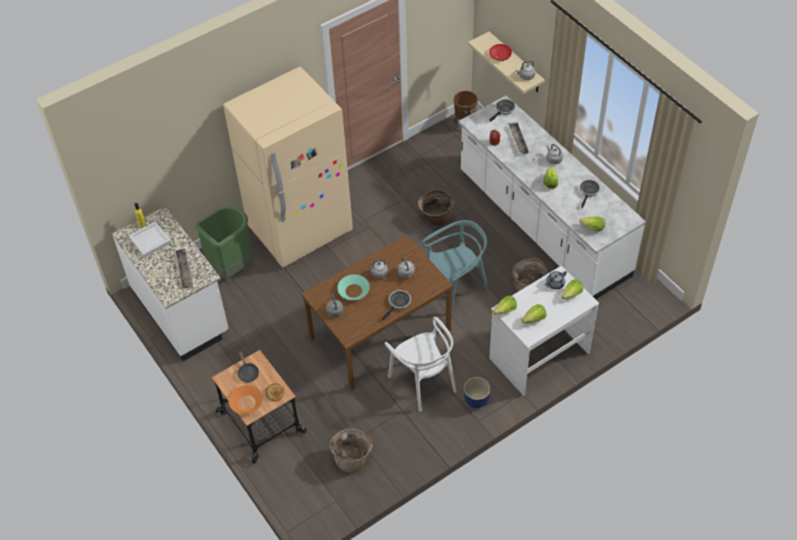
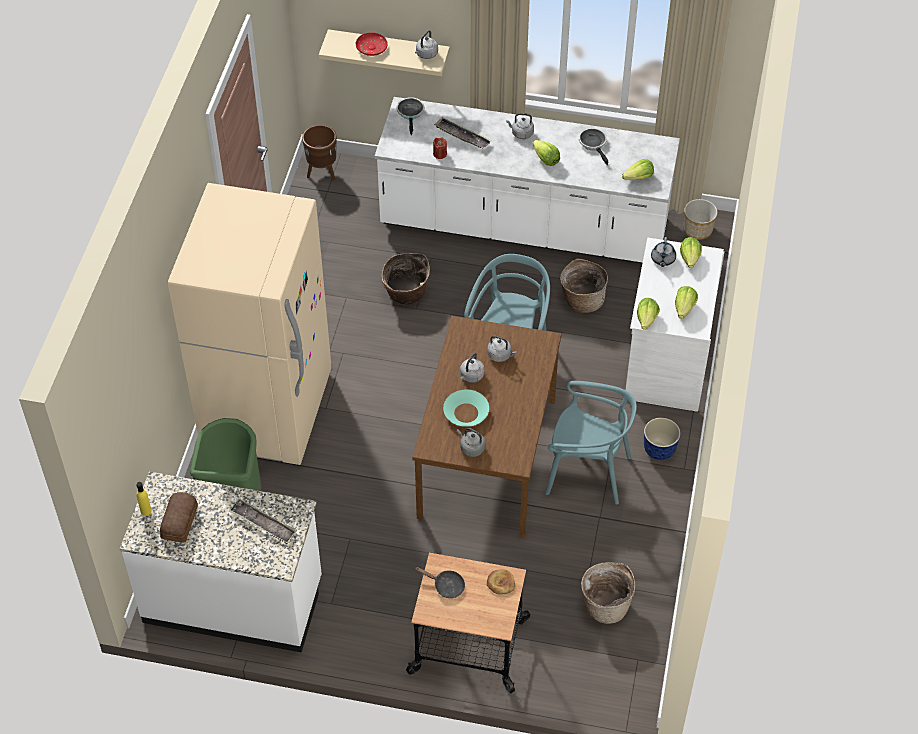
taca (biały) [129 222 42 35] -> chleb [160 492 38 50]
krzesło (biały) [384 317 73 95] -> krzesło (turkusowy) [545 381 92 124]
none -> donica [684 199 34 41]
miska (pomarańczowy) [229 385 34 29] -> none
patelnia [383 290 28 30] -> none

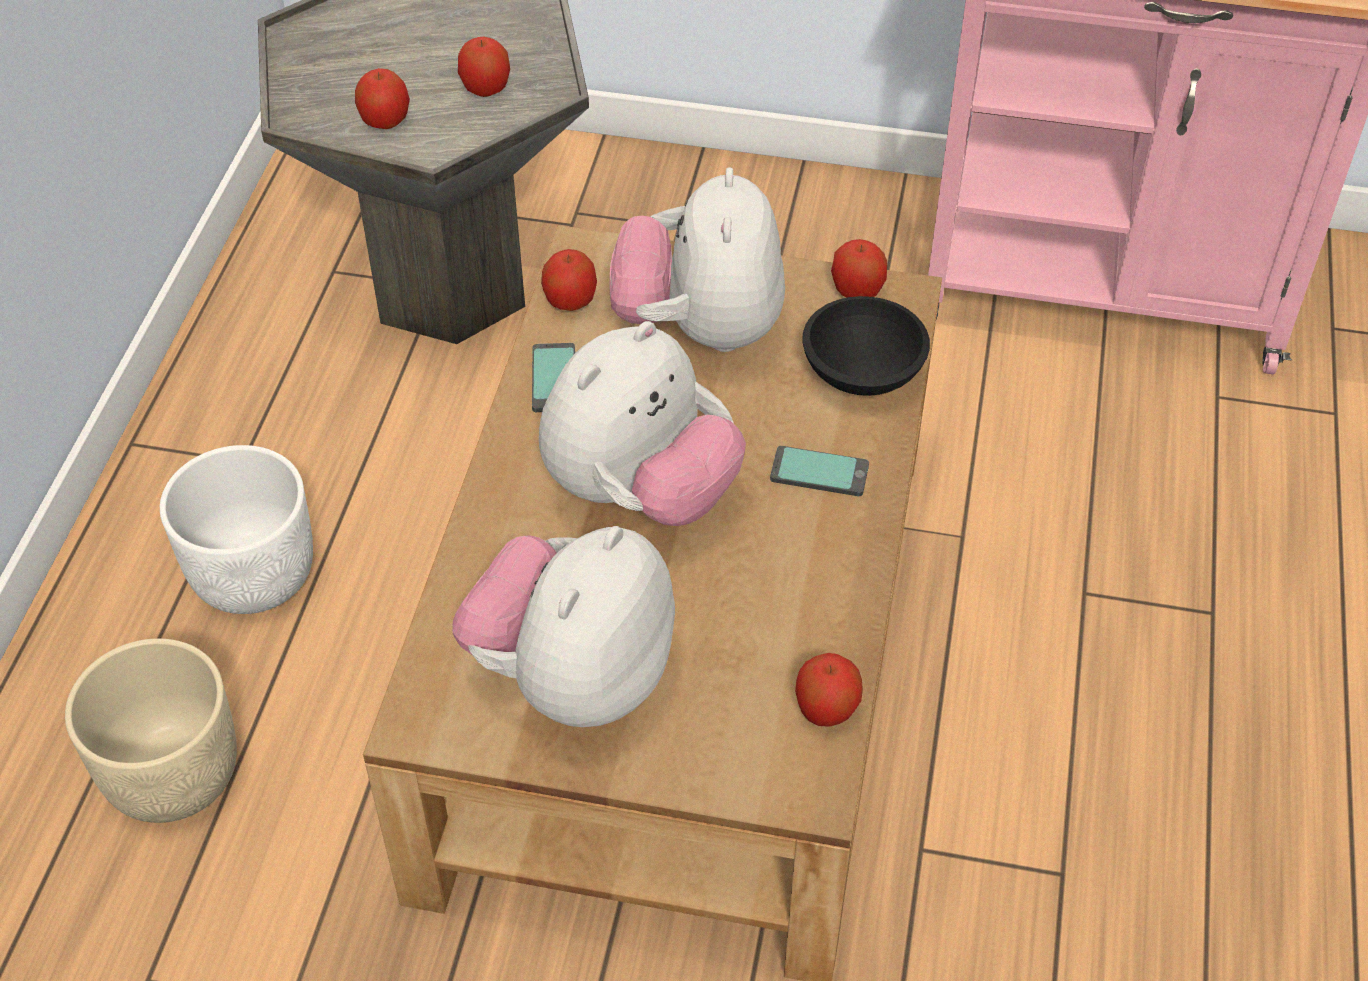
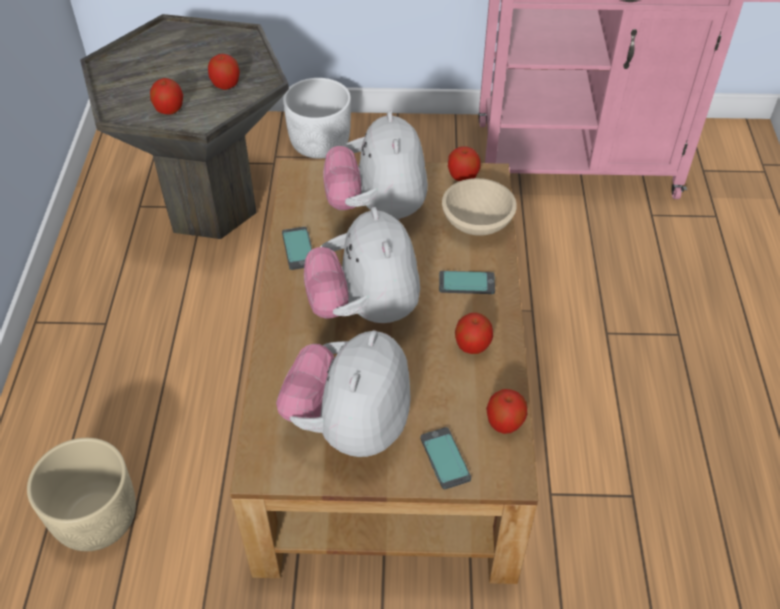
donica (biały) [160 445 153 169] -> donica (biały) [283 78 68 81], moved
pluszak [539 321 207 205] -> pluszak [304 207 116 116], 135 degrees clockwise
none -> telefon [420 427 51 62]
miska (czarny) [802 296 128 100] -> miska (beżowy) [442 178 75 58]
jabłko [541 249 56 62] -> jabłko [455 313 38 41], moved

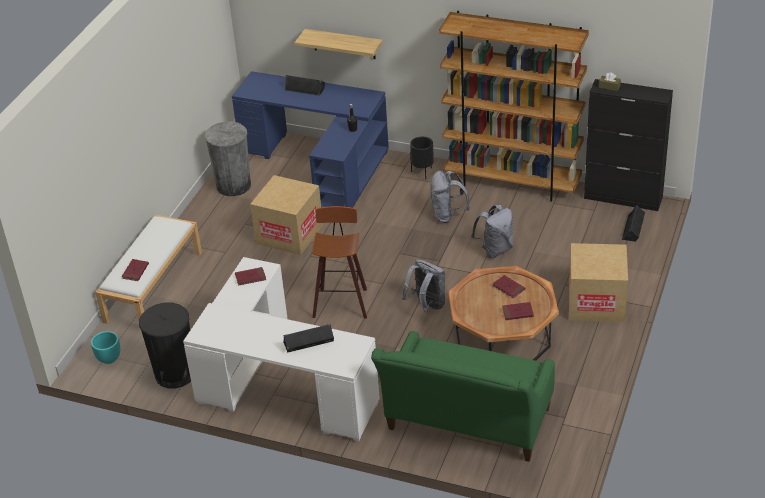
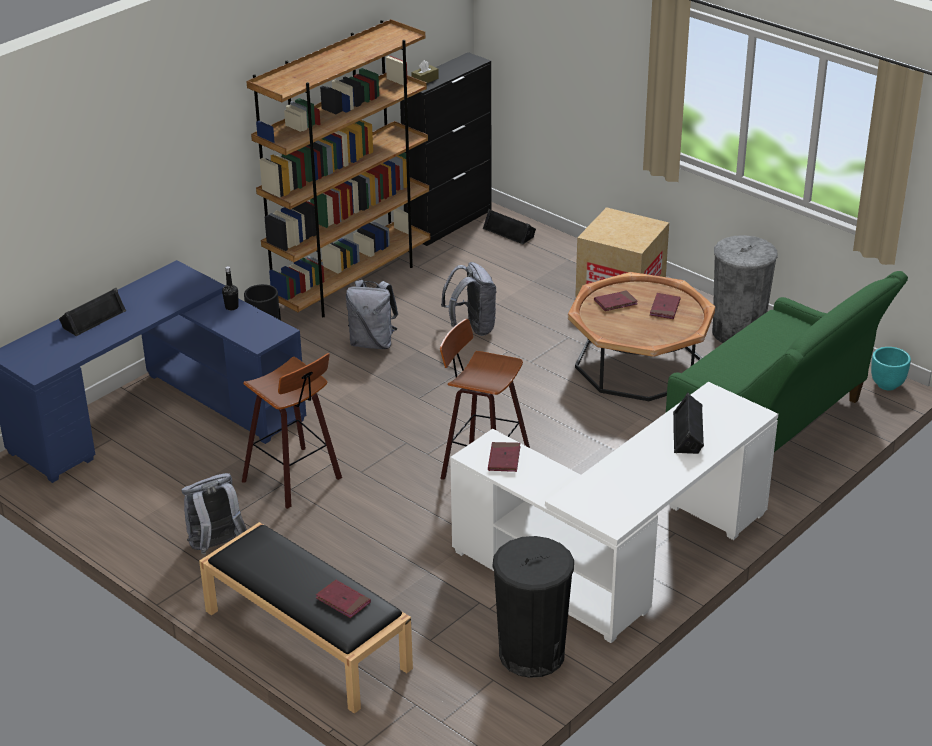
plecak (szary) [402 260 43 52] -> plecak (szary) [182 473 65 82], moved
ławka (biały) [95 214 107 116] -> ławka (czarny) [199 522 214 192]
karton [250 175 73 80] -> stołek [242 353 100 156]
kosz na śmieci (szary) [205 122 46 74] -> kosz na śmieci (szary) [712 235 66 108], moved
donica (turkusowy) [91 331 29 33] -> donica (turkusowy) [871 347 40 43], moved
półka [295 29 88 30] -> none

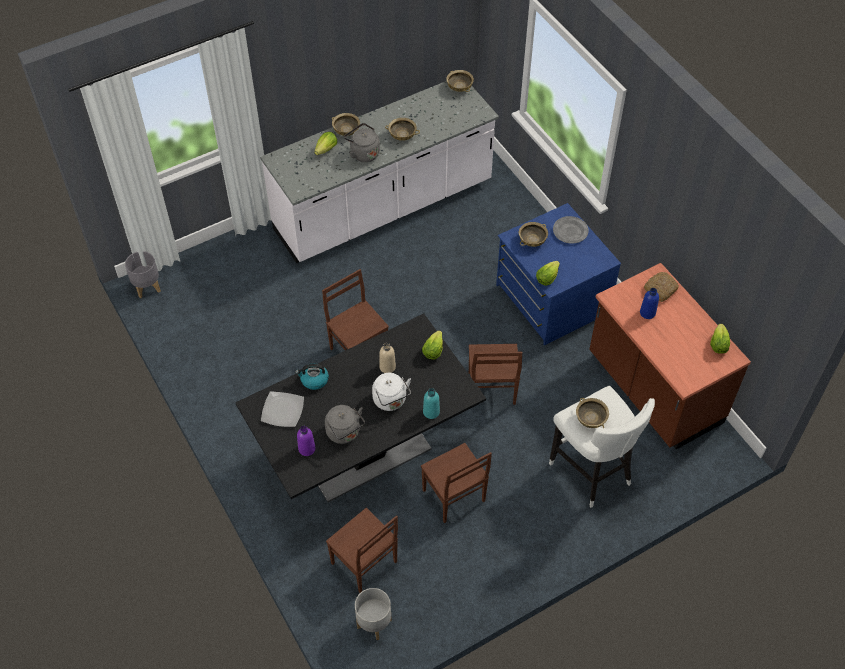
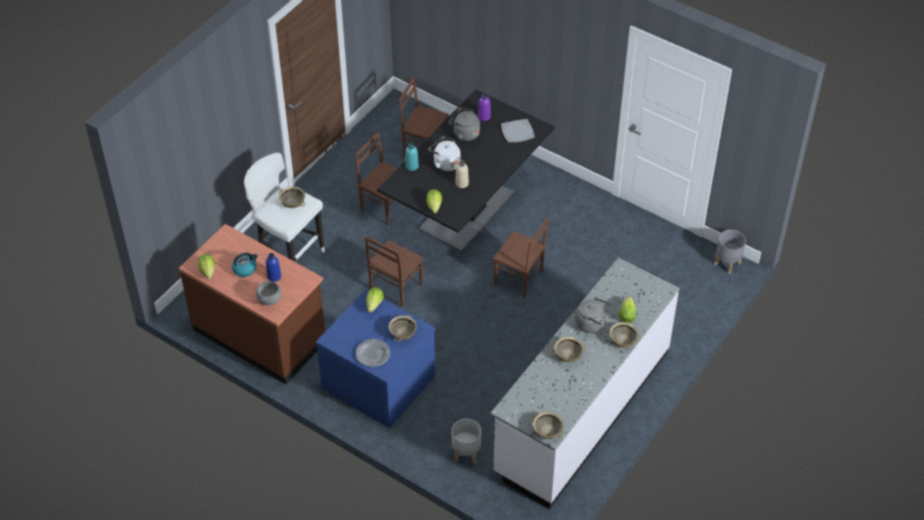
czajnik [295 364 34 26] -> czajnik [232 252 26 25], moved
chleb [644 272 35 30] -> miska (szary) [256 281 25 25]
krzesło (brązowy) [469 344 53 61] -> krzesło (brązowy) [365 236 58 71], 120 degrees counterclockwise
donica (szary) [355 588 37 52] -> donica (szary) [452 419 29 45], moved

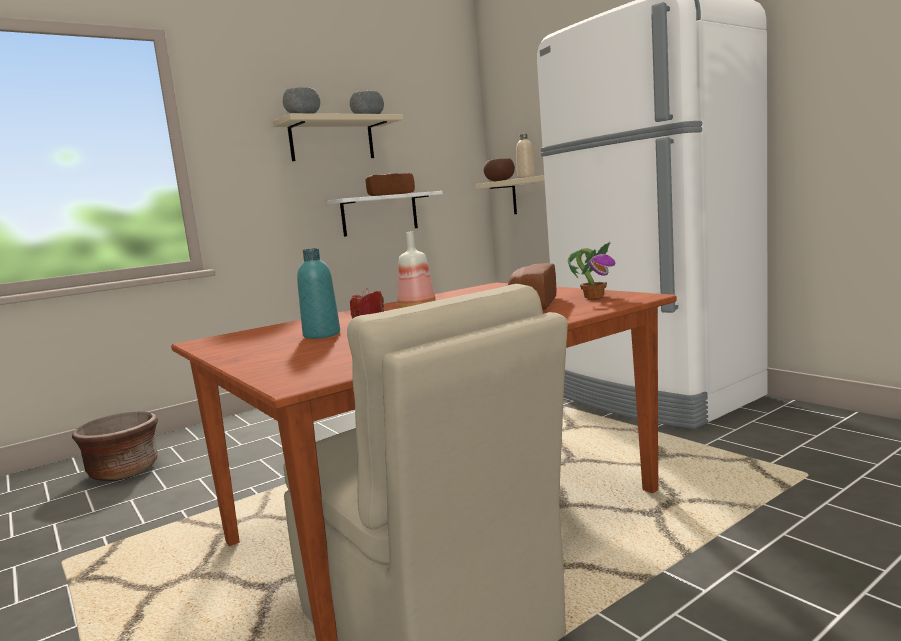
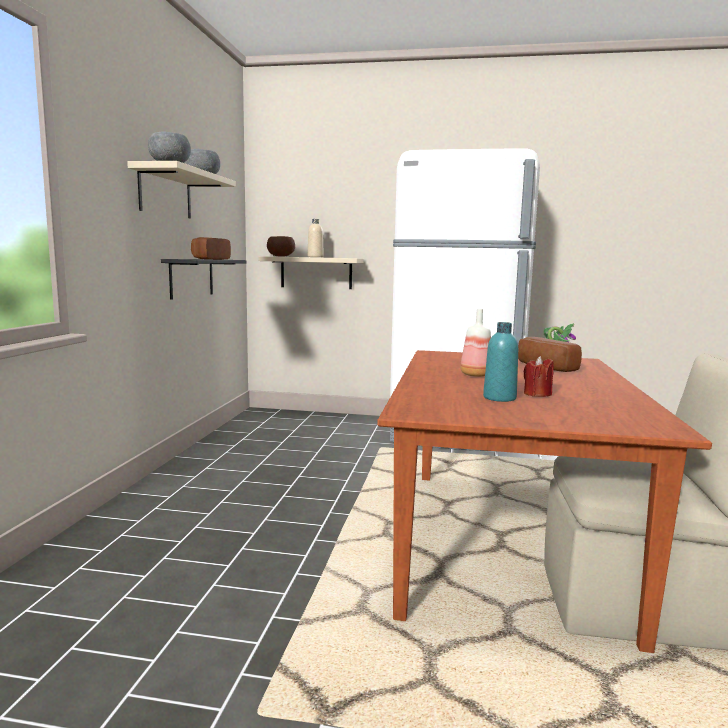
półka (biały) [327 191 116 46] -> półka (czarny) [161 259 85 41]
donica (brązowy) [72 412 86 69] -> none

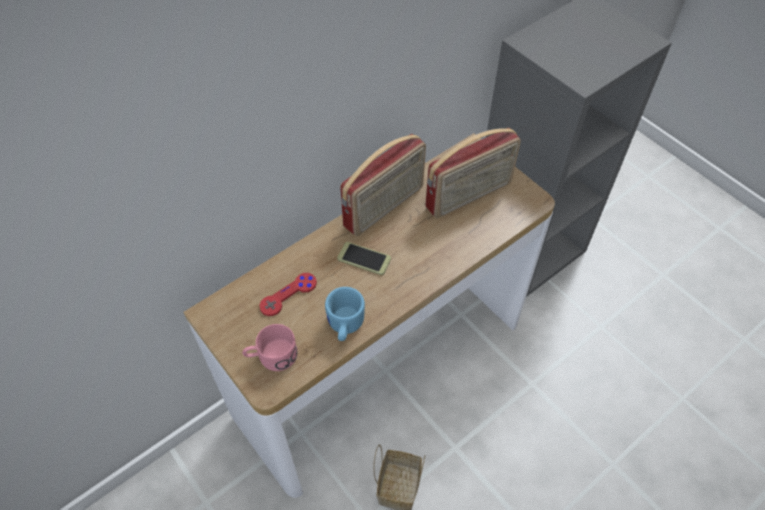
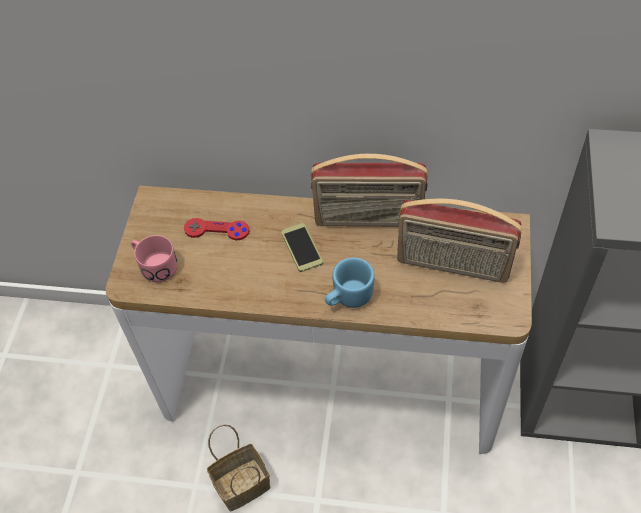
kubek (niebieski) [325 287 40 54] -> kubek (niebieski) [325 257 50 51], moved

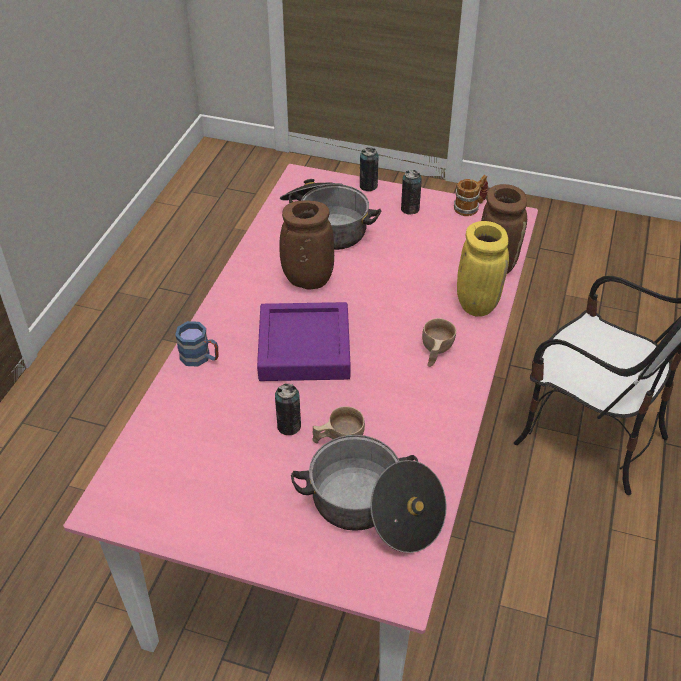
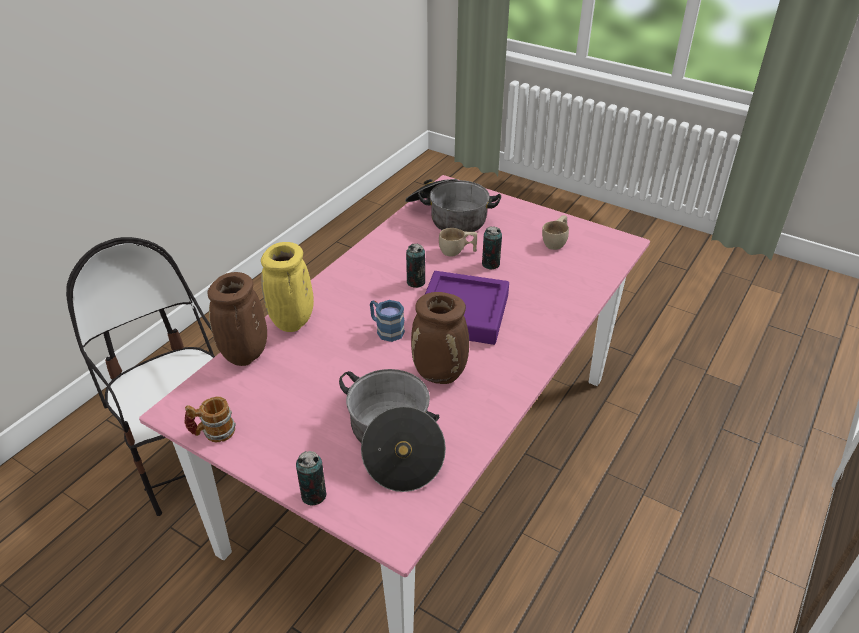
kubek (niebieski) [175 321 44 46] -> kubek (niebieski) [370 300 35 42], moved
puszka [401 170 21 45] -> puszka [406 244 19 44], moved
filiżanka (beżowy) [422 318 34 49] -> filiżanka (beżowy) [542 215 27 35], moved

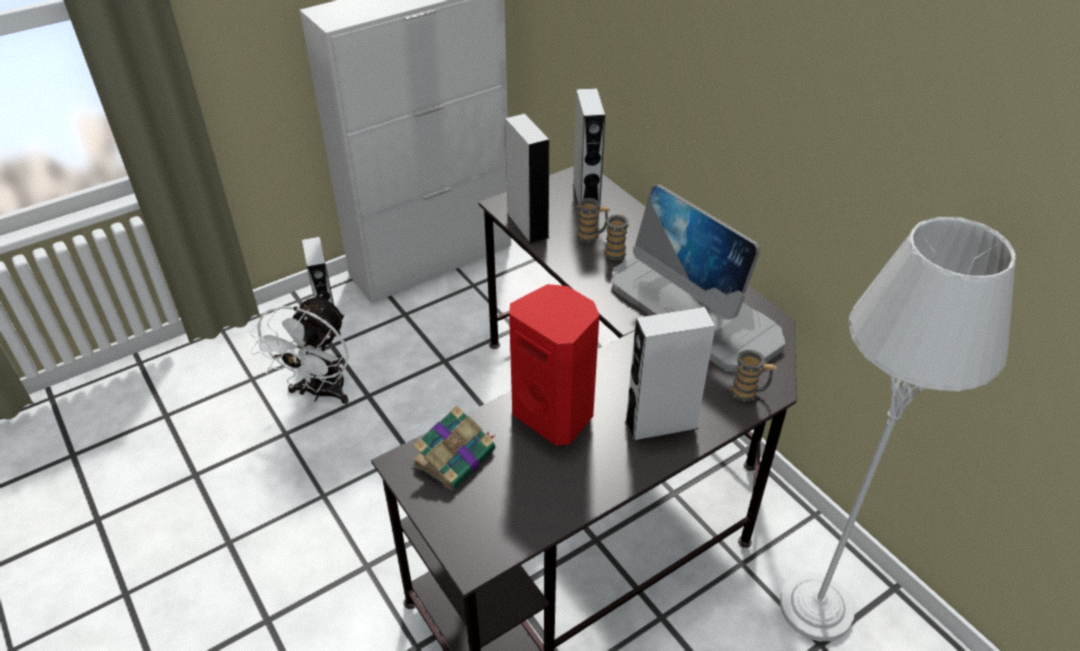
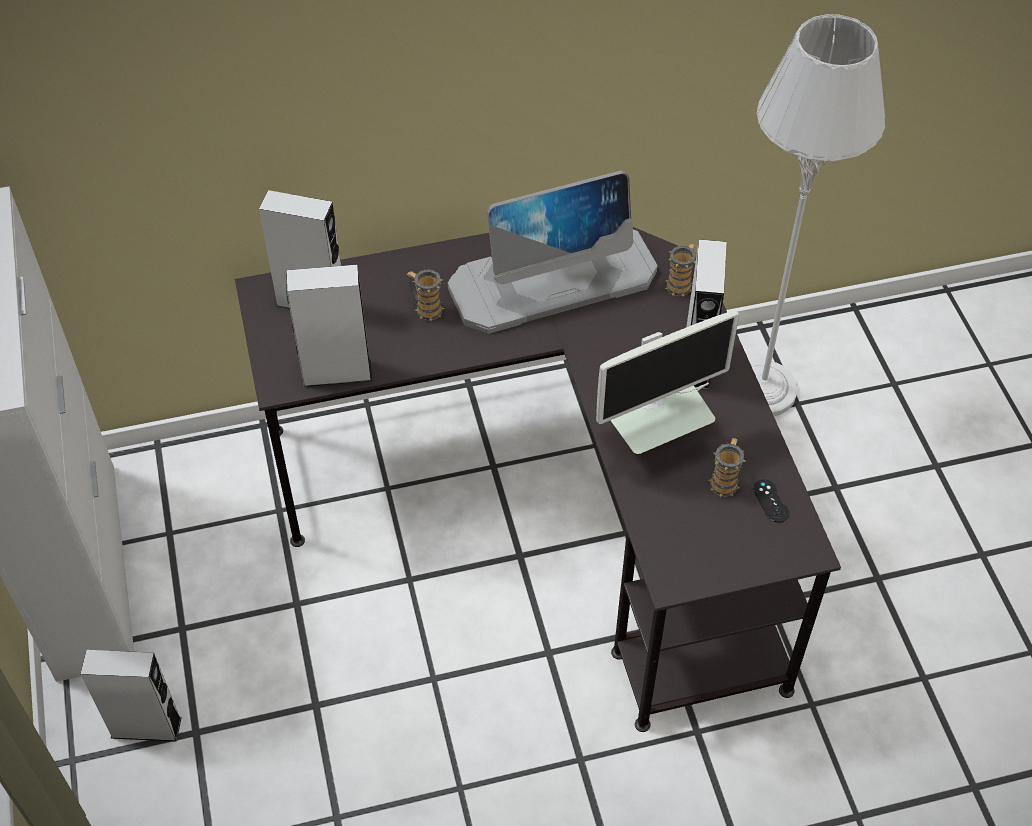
głośnik (czerwony) [509 284 90 162] -> monitor [596 310 143 144]
kubek [576 198 34 45] -> kubek [709 438 37 59], moved
none -> pad do gier (czarny) [753 479 36 44]
wentylator (biały) [250 294 99 110] -> none
książka [412 405 83 86] -> none

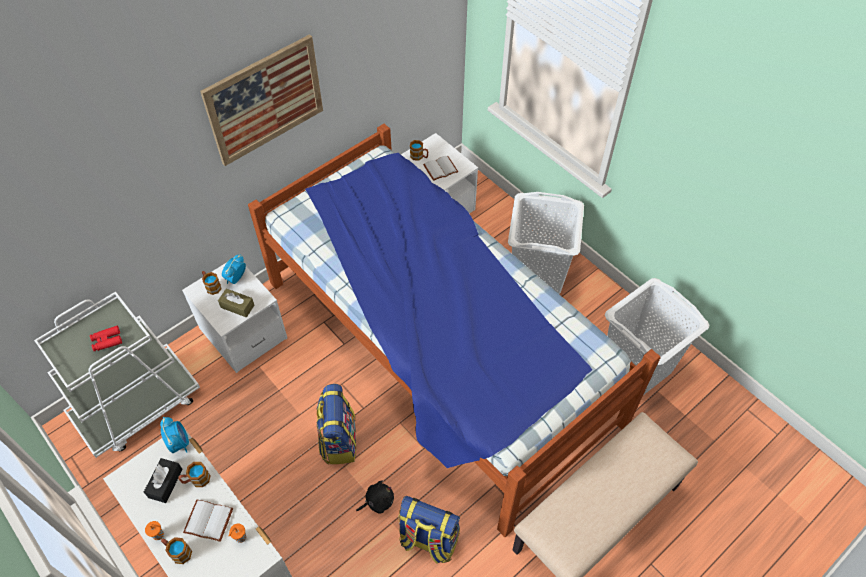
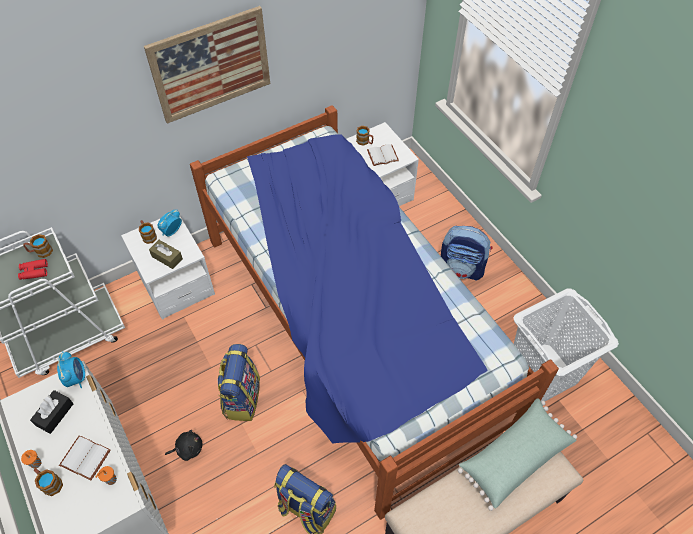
kubek [178 462 33 25] -> kubek [23 234 30 24], moved
pluszak (czarny) [356 481 38 33] -> pluszak (czarny) [165 430 37 31], moved
kosz na pranie (biały) [508 192 76 102] -> plecak [441 226 51 54]
none -> poduszka (zielony) [458 399 119 112]

